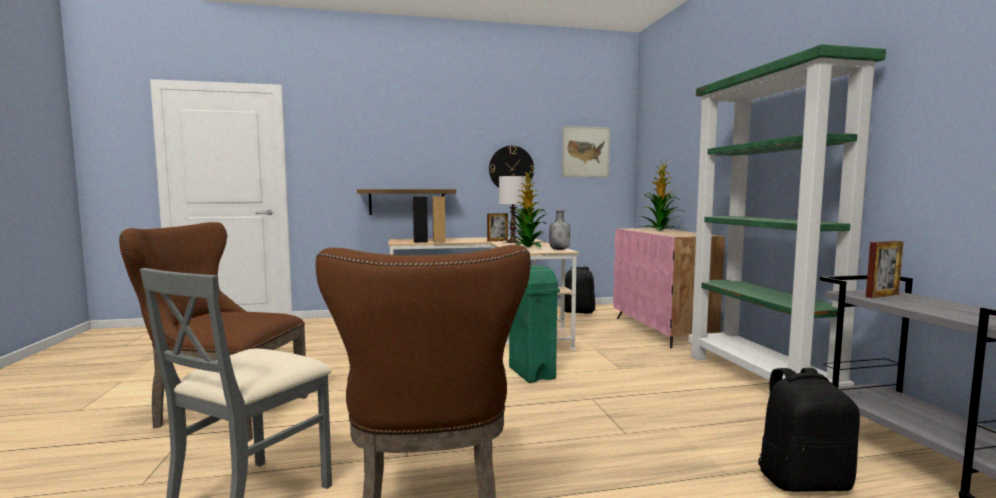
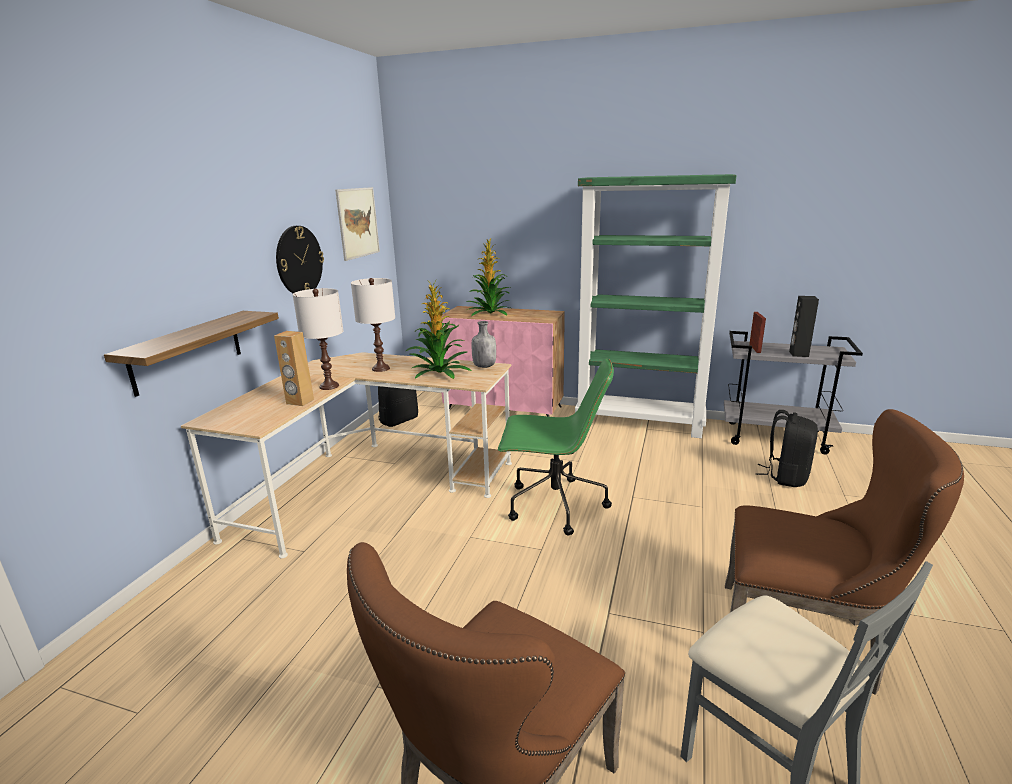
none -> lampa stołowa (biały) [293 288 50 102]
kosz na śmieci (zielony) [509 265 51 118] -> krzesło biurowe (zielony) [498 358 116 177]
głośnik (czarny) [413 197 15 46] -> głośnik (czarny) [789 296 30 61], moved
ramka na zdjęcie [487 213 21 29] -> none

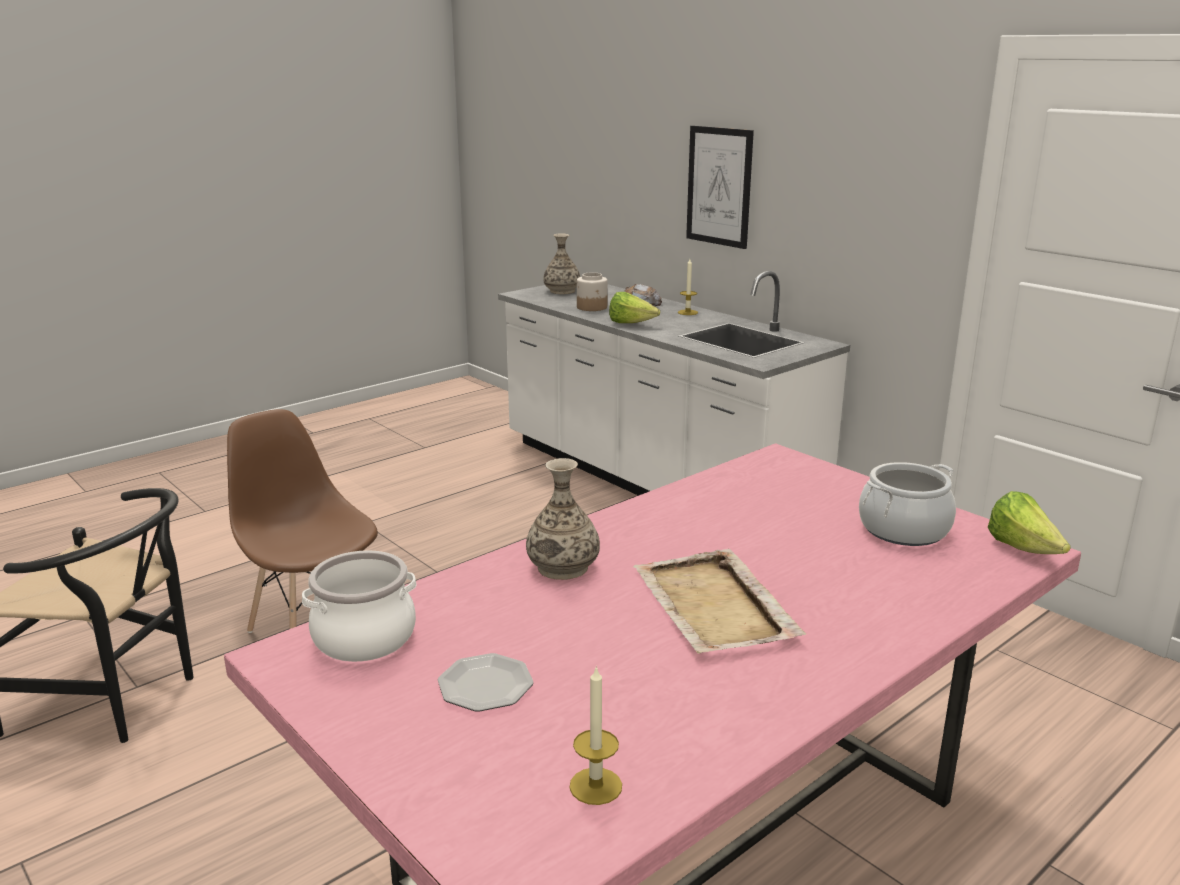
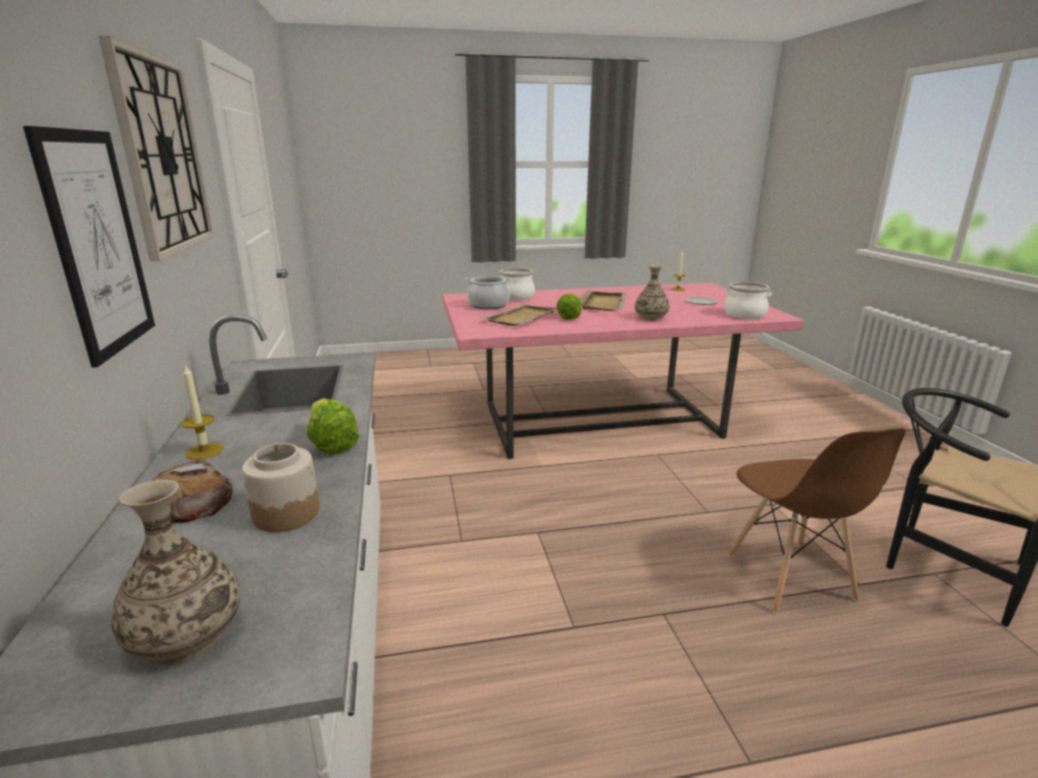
none -> zegar ścienny [99 36 115 226]
none -> taca (beżowy) [481 304 76 22]
none -> garnek [499 268 36 33]
sałata [988 491 83 63] -> sałata [556 294 26 26], moved

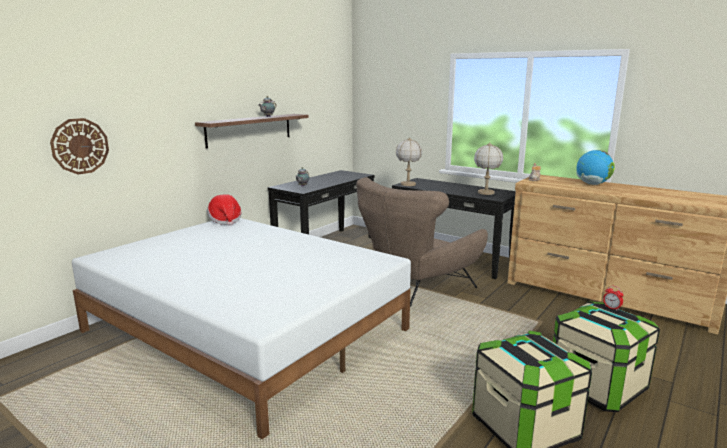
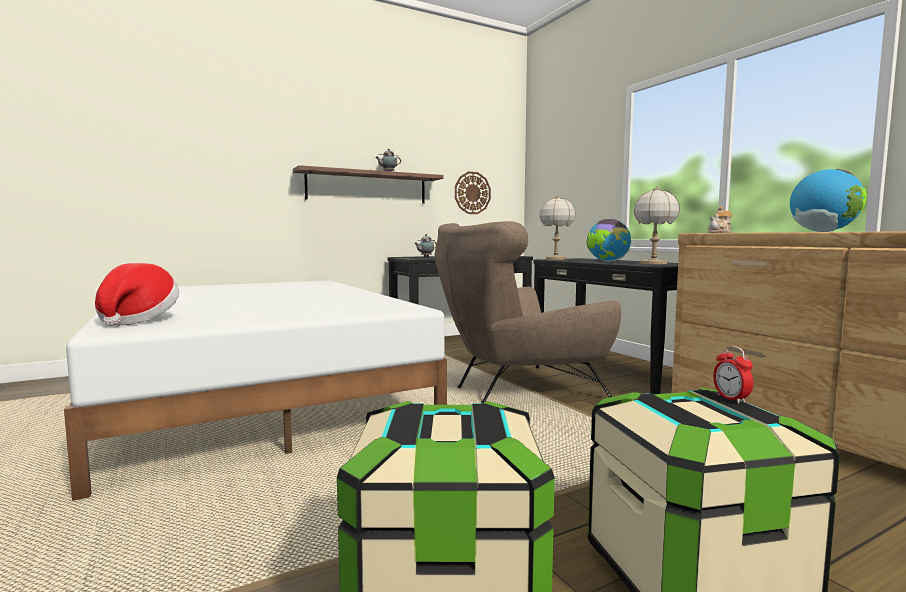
kapelusz [207 194 34 32] -> kapelusz [95 263 84 63], moved
zegar ścienny [50 118 59 57] -> zegar ścienny [455 171 36 43], moved
none -> globus [587 219 44 43]

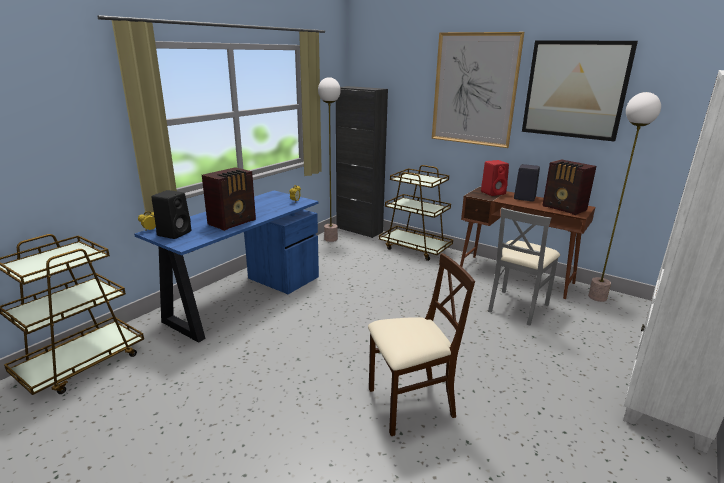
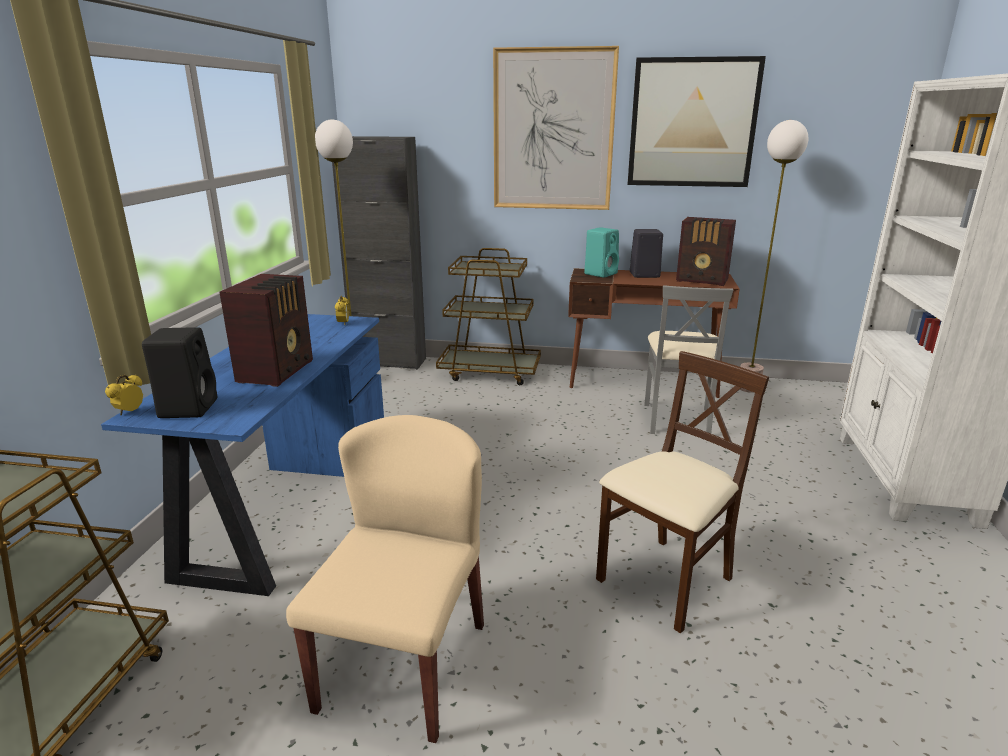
none -> krzesło (beżowy) [286 415 198 328]
głośnik (czerwony) [481 160 28 36] -> głośnik (turkusowy) [584 227 35 51]

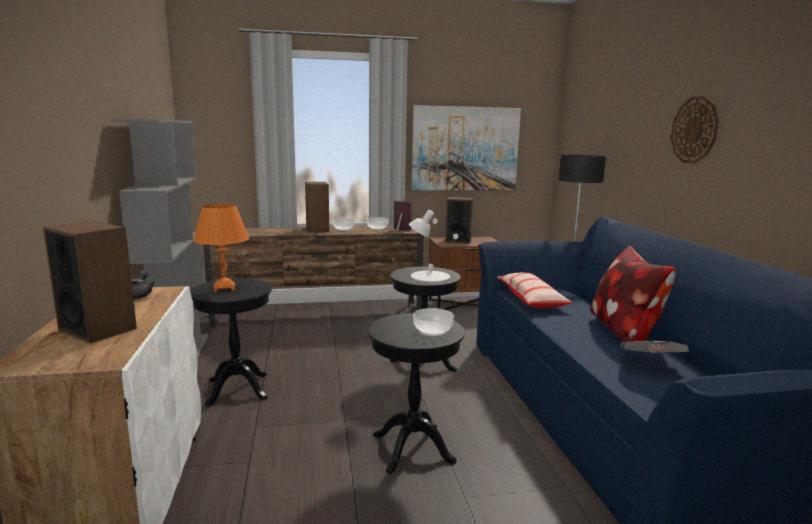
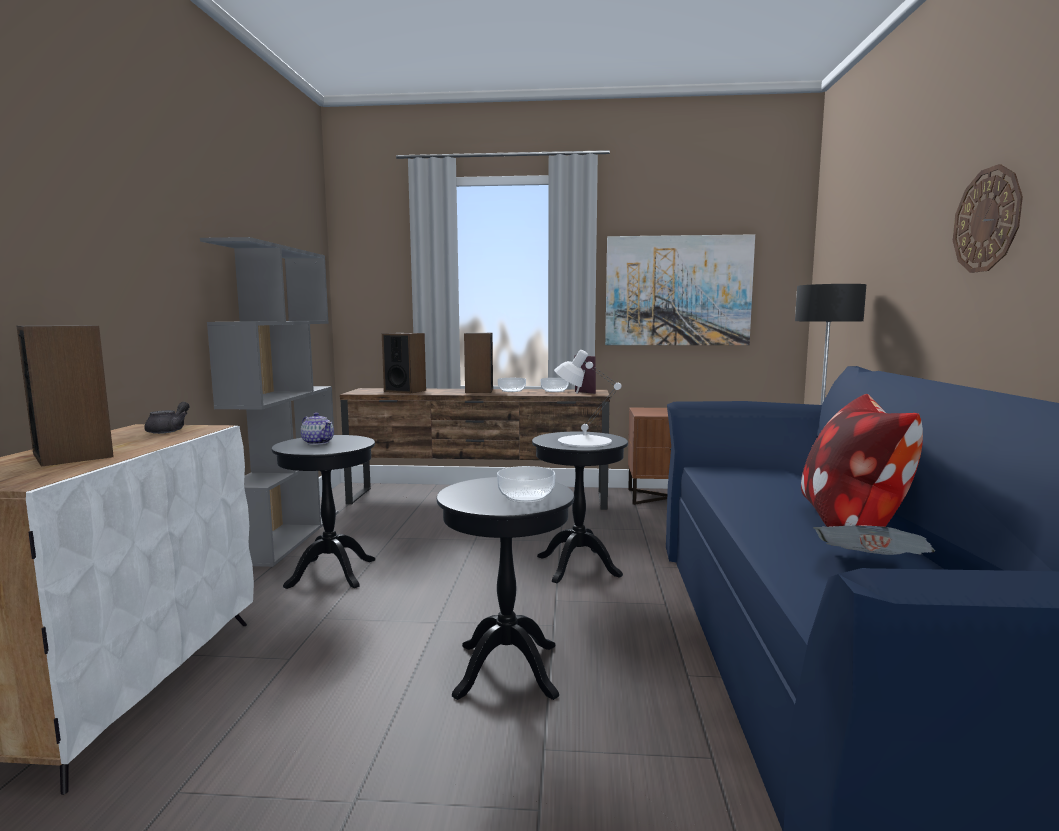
lampa stołowa (pomarańczowy) [193 204 56 88] -> imbryk [301 412 33 33]
głośnik [445 197 28 47] -> głośnik [382 333 44 60], moved
poduszka [497 273 76 35] -> none

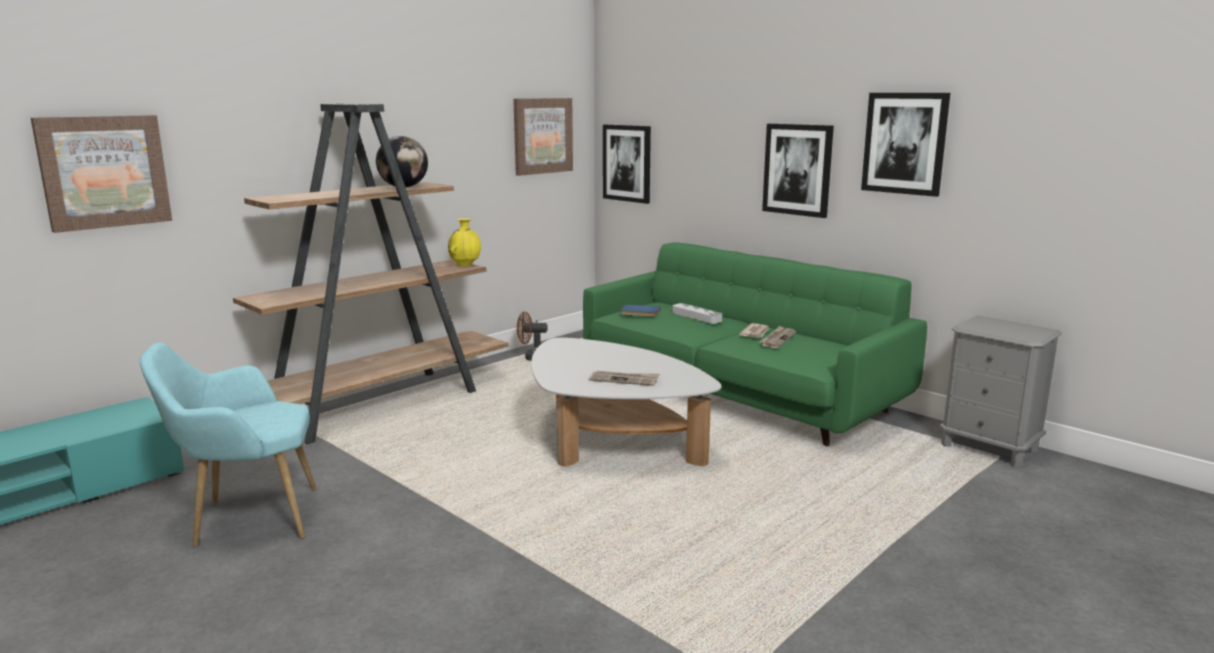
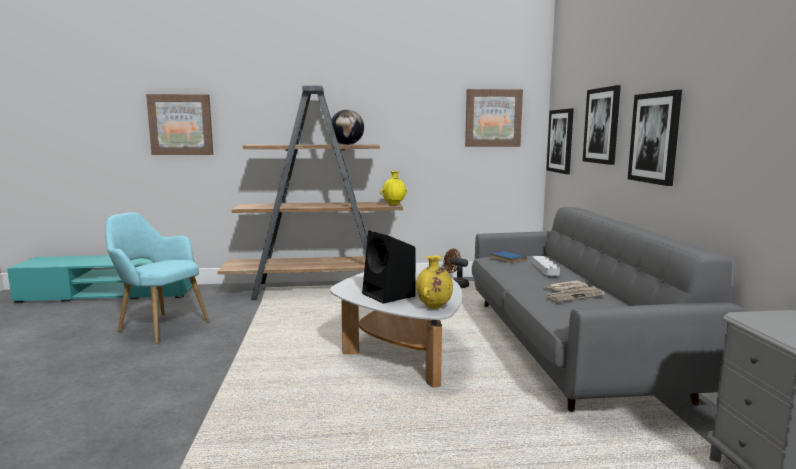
gazeta [589 371 71 15] -> głośnik (czarny) [362 230 54 74]
none -> wazon (żółty) [416 255 37 54]
kanapa (zielony) [583 242 344 205] -> kanapa (szary) [472 207 273 205]
obraz [861 93 89 104] -> obraz [583 85 38 80], moved

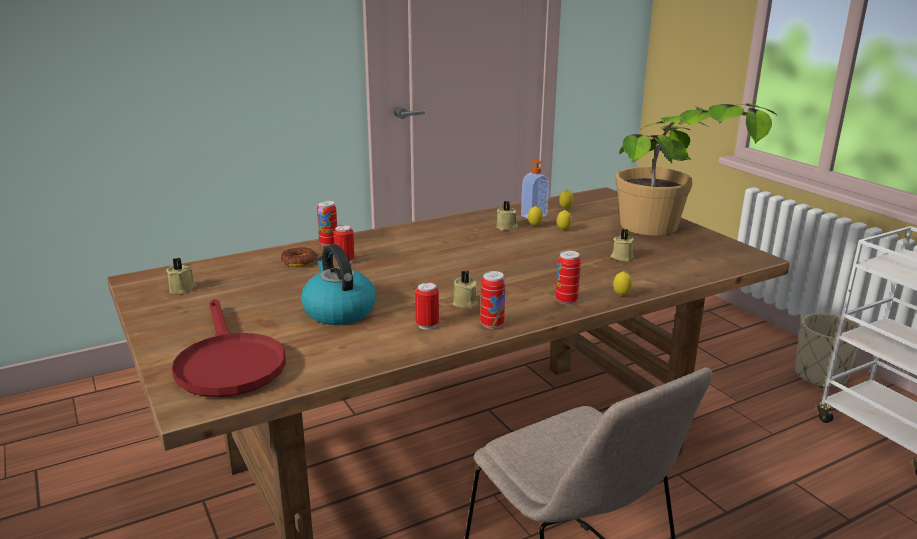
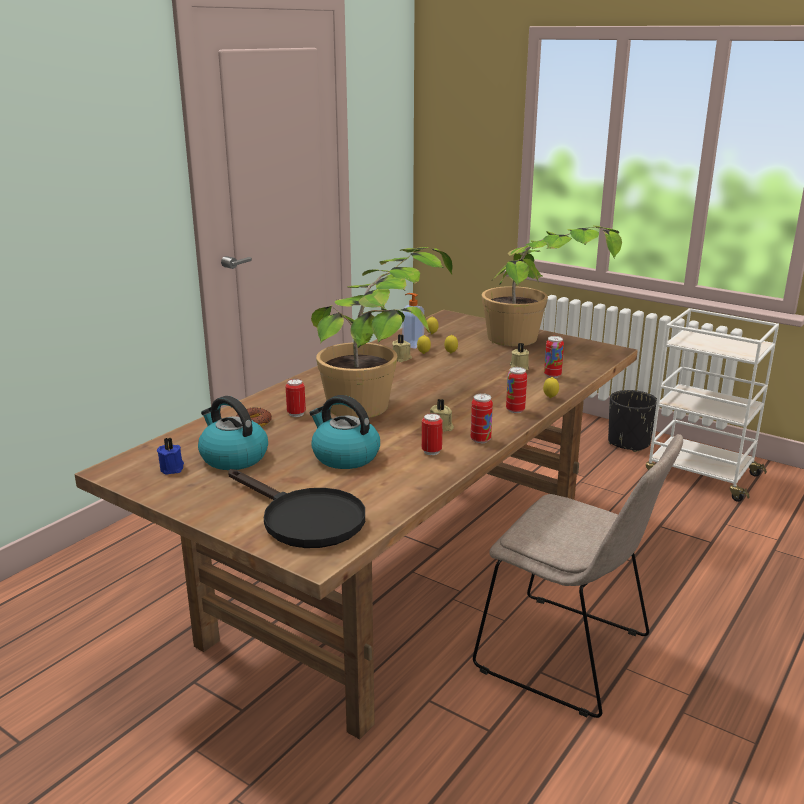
świeca (beżowy) [166 258 30 36] -> świeca (niebieski) [157 437 27 38]
none -> czajnik [198 396 70 74]
patelnia (czerwony) [172 299 114 98] -> patelnia (czarny) [228 469 137 79]
none -> roślina doniczkowa [311 247 142 171]
puszka [317 201 20 46] -> puszka [544 336 20 42], moved
donica (beżowy) [795 313 65 75] -> donica (czarny) [608 390 49 62]

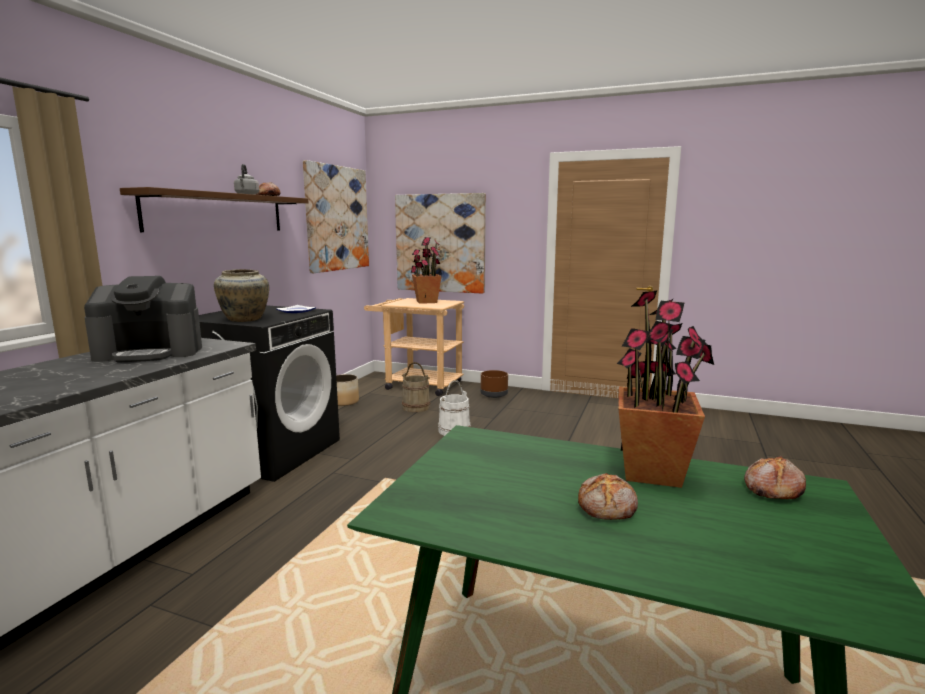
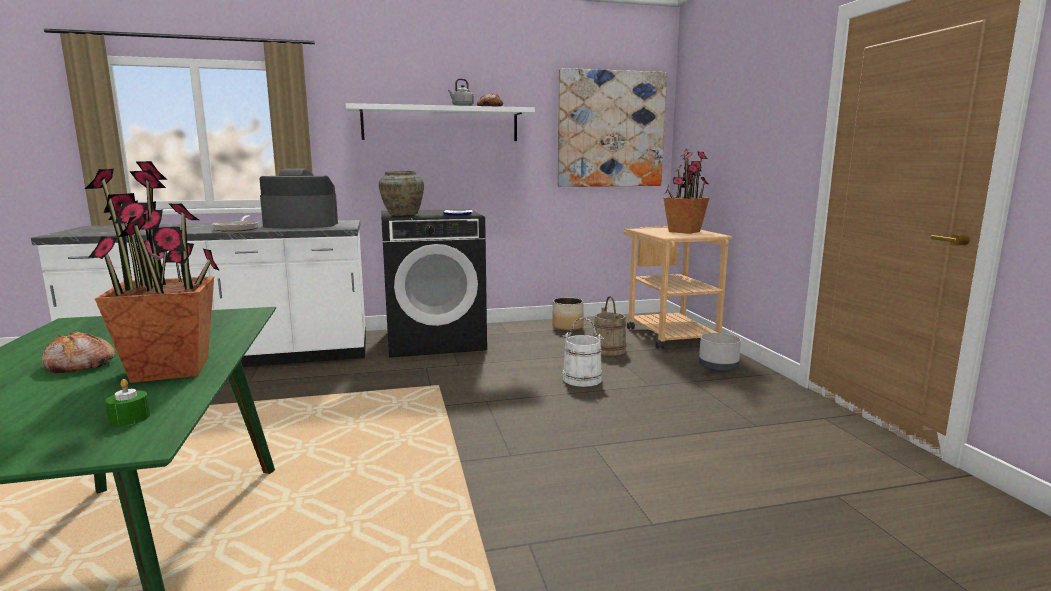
chleb [744 456 62 43] -> świeca (zielony) [105 379 45 47]
none -> patelnia [212 215 47 17]
ekspres do kawy [84 276 118 87] -> ekspres do kawy [260 168 78 60], 135 degrees clockwise
półka (brązowy) [120 187 188 45] -> półka (biały) [346 103 189 38]
donica (brązowy) [481 370 27 28] -> donica (szary) [699 333 42 39]
obraz [395 193 91 101] -> none

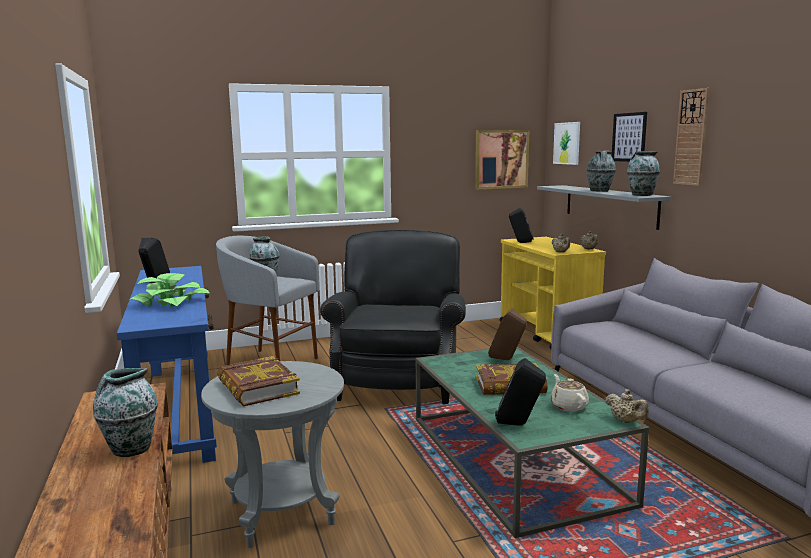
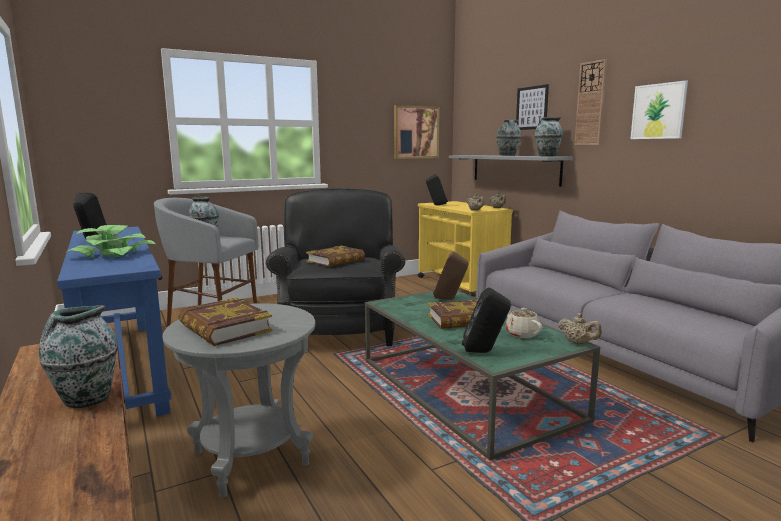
none -> książka [306 246 59 21]
obraz [553 122 27 43] -> obraz [631 81 57 58], moved

